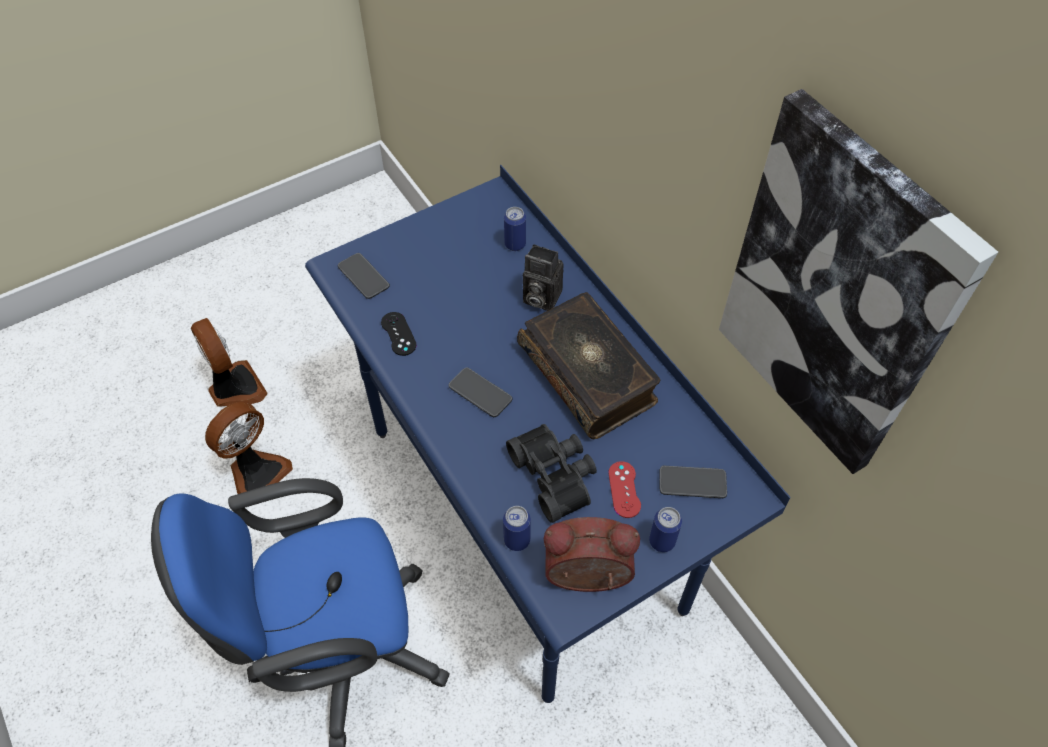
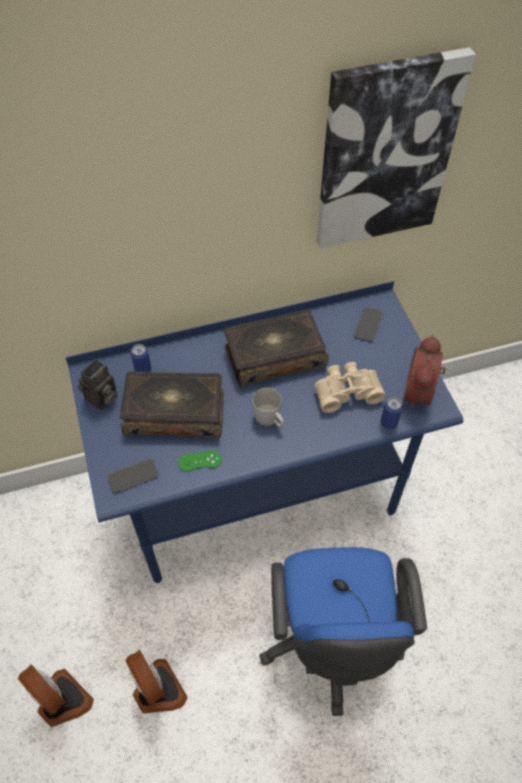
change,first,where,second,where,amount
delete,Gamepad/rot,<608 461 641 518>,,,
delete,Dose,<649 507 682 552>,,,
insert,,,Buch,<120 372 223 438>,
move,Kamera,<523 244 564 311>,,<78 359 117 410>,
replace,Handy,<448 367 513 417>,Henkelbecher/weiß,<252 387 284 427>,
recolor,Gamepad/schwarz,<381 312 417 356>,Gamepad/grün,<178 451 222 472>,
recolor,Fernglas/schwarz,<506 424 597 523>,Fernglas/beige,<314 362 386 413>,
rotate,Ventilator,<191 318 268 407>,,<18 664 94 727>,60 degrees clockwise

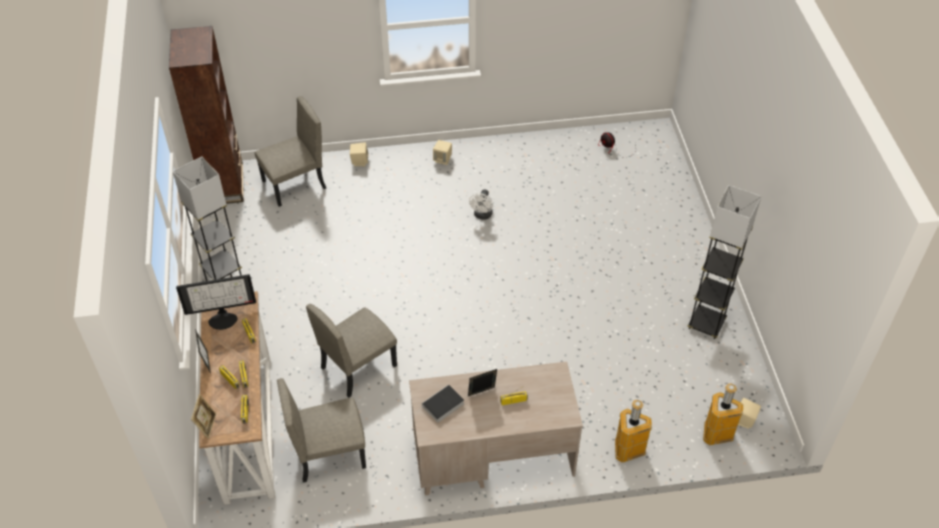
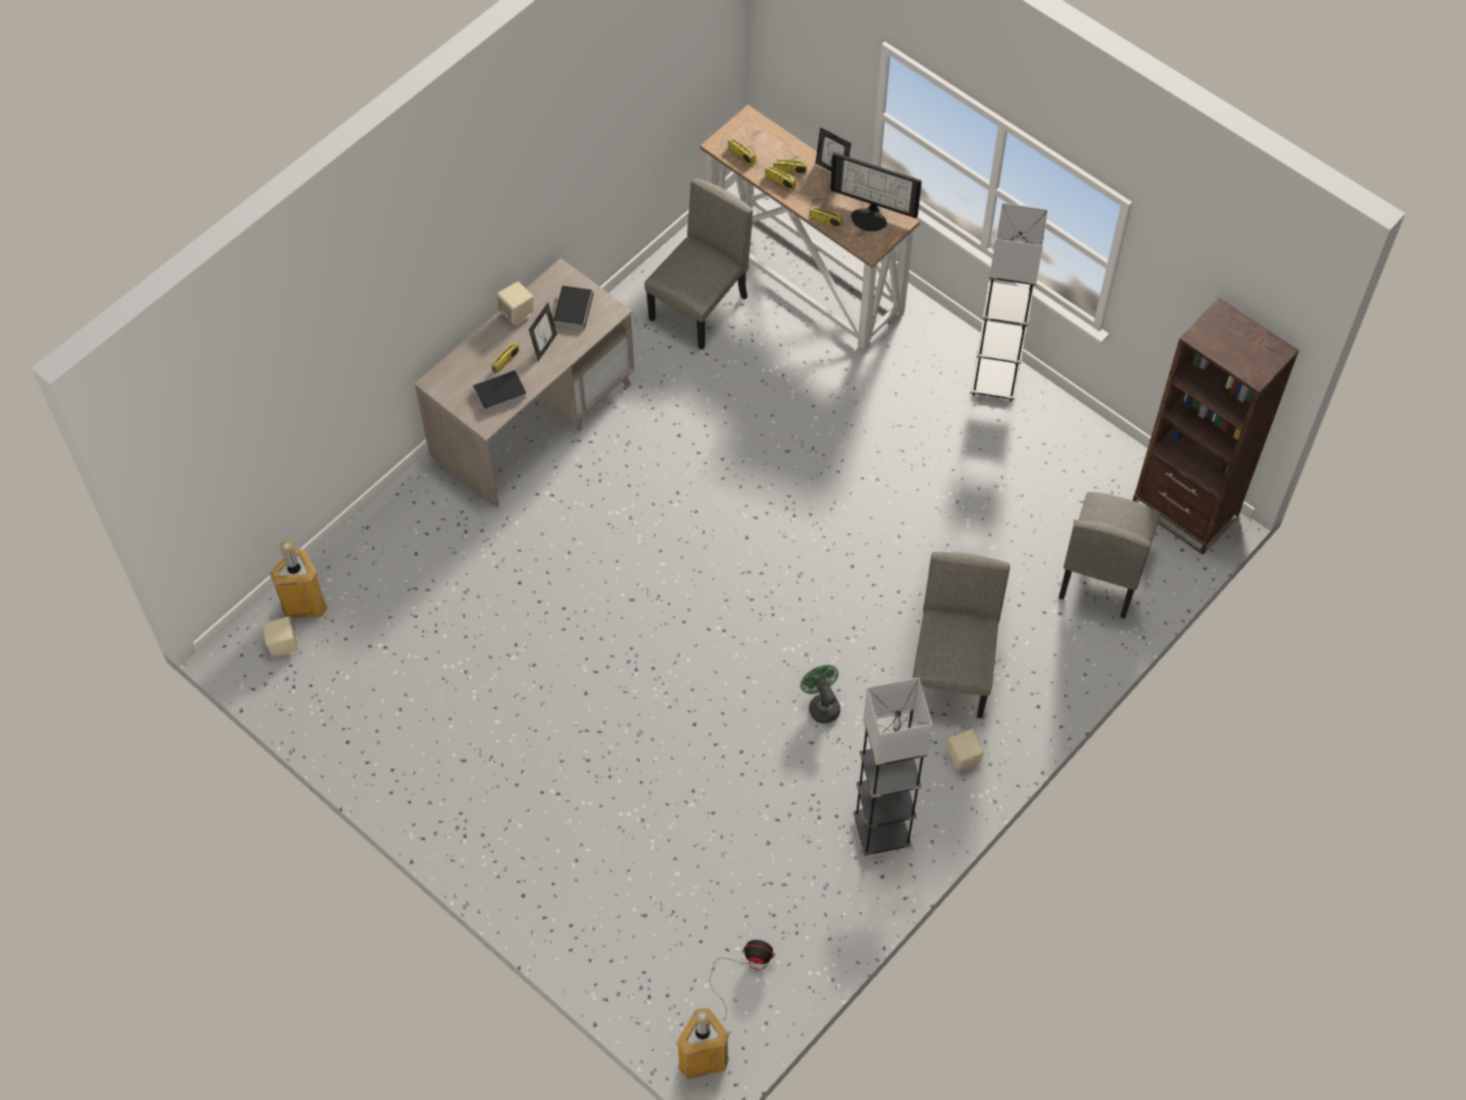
change,first,where,second,where,amount
delete,Bilderrahmen,<191 394 216 439>,,,
insert,,,Buch,<468 370 527 414>,
move,Stuhl/beige,<306 304 397 398>,,<912 552 1010 718>,
move,Lautsprecher/beige,<350 143 368 166>,,<497 282 534 326>,
move,Mülleimer,<615 400 652 463>,,<676 1008 729 1080>,
move,Stehlampe/grau,<687 185 762 339>,,<853 677 932 856>,
recolor,Ventilator/weiß,<469 189 493 219>,Ventilator/grün,<800 665 840 723>,
rotate,Monitor,<176 274 256 330>,,<830 152 922 231>,105 degrees counterclockwise

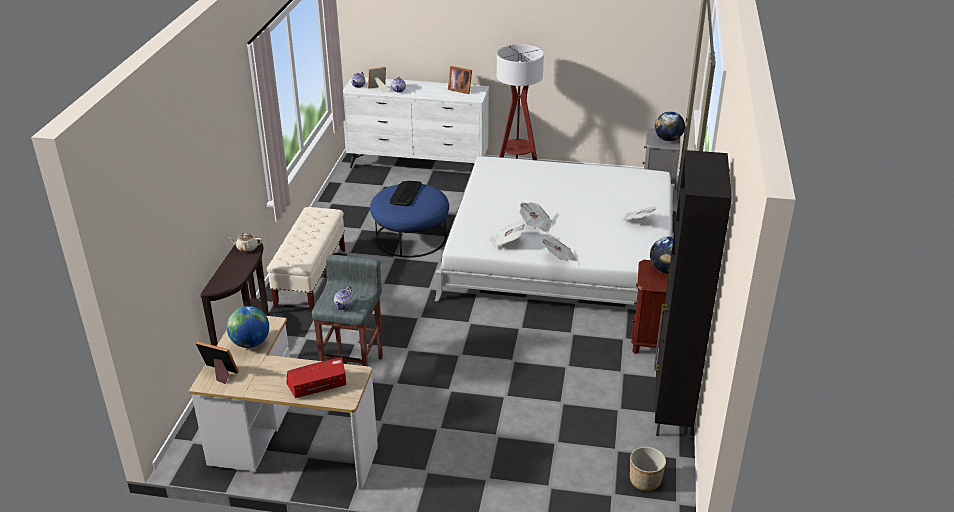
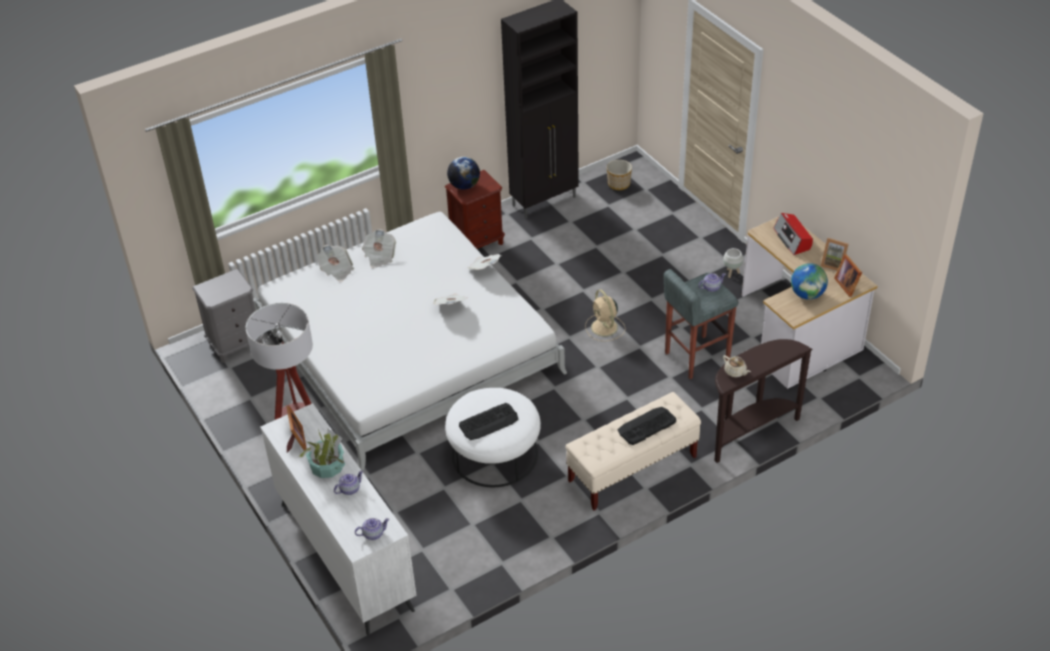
change,first,where,second,where,amount
delete,Globus,<655 111 685 141>,,,
insert,,,Topfpflanze,<297 429 345 478>,
insert,,,Ventilator/beige,<585 289 625 341>,
insert,,,Tastatur,<618 407 676 445>,
insert,,,Pflanzkübel/weiß,<723 248 743 278>,
move,Bilderrahmen,<368 67 388 93>,,<821 238 849 271>,
move,Zeitung,<490 222 526 247>,,<317 245 354 282>,
recolor,Polsterhocker/blau,<370 184 449 258>,Polsterhocker/weiß,<445 388 541 487>,
rotate,Radio,<286 357 346 398>,,<773 213 813 255>,45 degrees clockwise

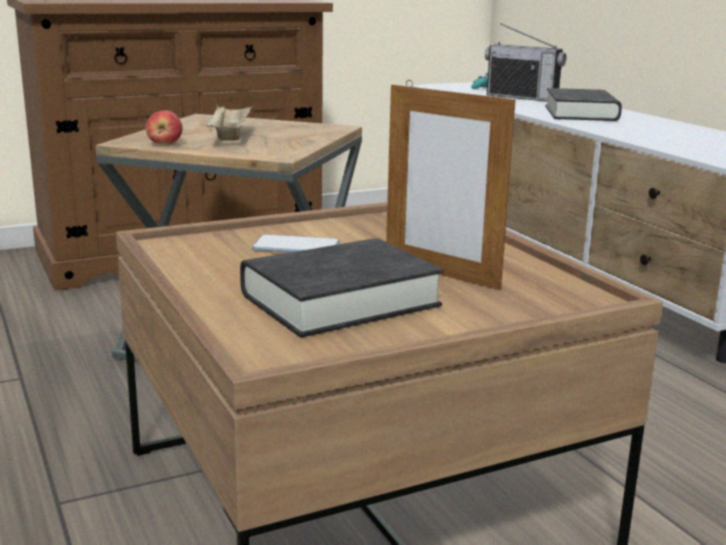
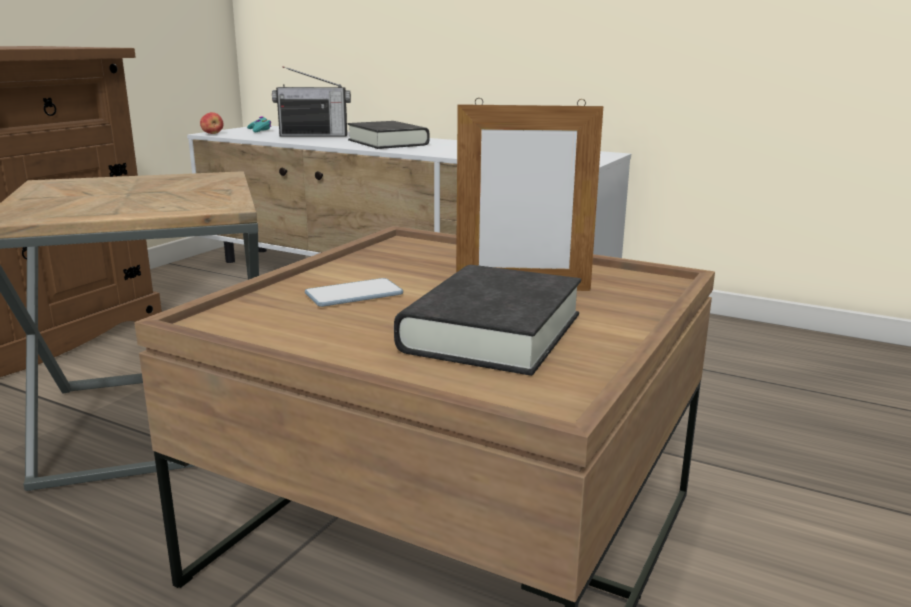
change,first,where,second,where,amount
delete,Tablett/beige,<206 104 253 141>,,,
move,Apfel,<146 110 183 145>,,<200 112 223 134>,

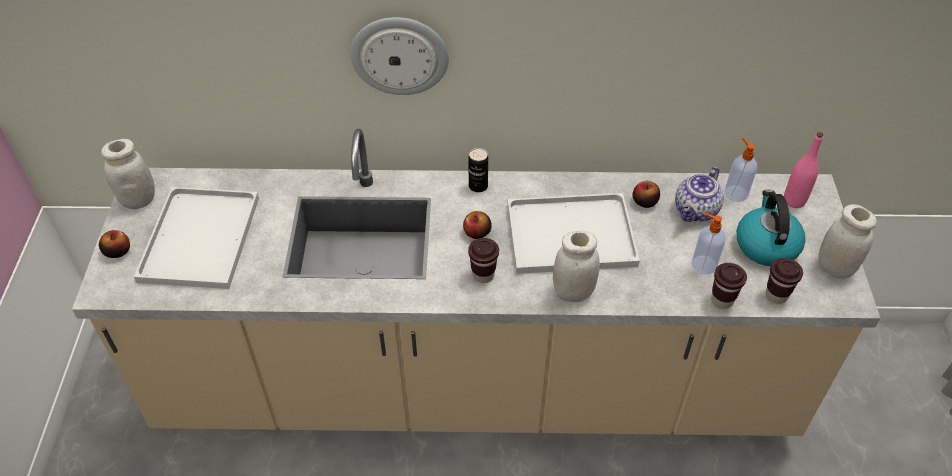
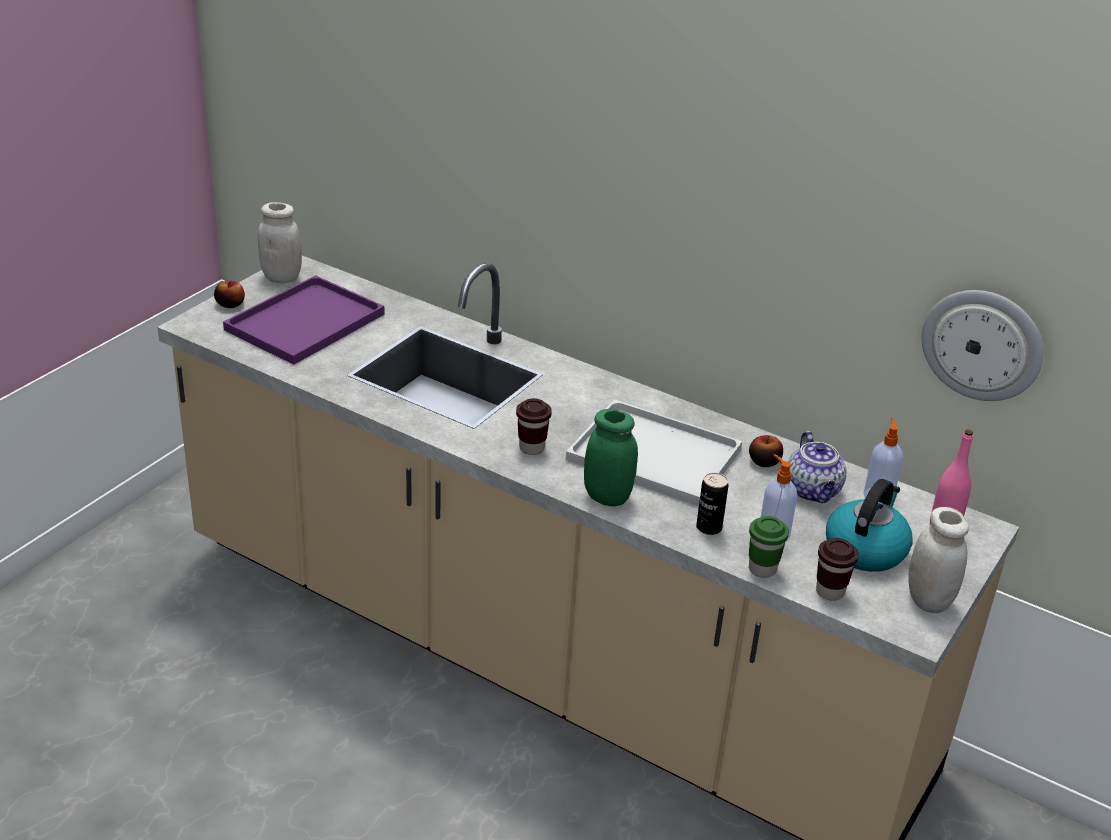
change,first,where,second,where,amount
delete,Apfel,<463 211 492 239>,,,
move,Wanduhr,<350 17 449 95>,,<922 290 1043 401>,
move,Dose,<468 148 488 192>,,<696 472 729 535>,
recolor,Tablett/weiß,<134 187 259 289>,Tablett/lila,<223 275 385 365>,
recolor,Vorratsglas/weiß,<553 231 600 302>,Vorratsglas/grün,<584 409 638 506>,
recolor,Tasse/braun,<711 263 747 309>,Tasse/grün,<749 516 789 578>,
rotate,Teekanne,<675 166 724 222>,,<788 431 846 503>,75 degrees counterclockwise

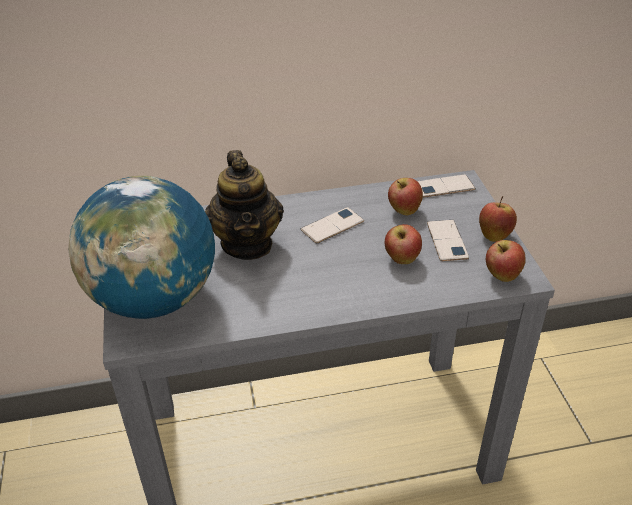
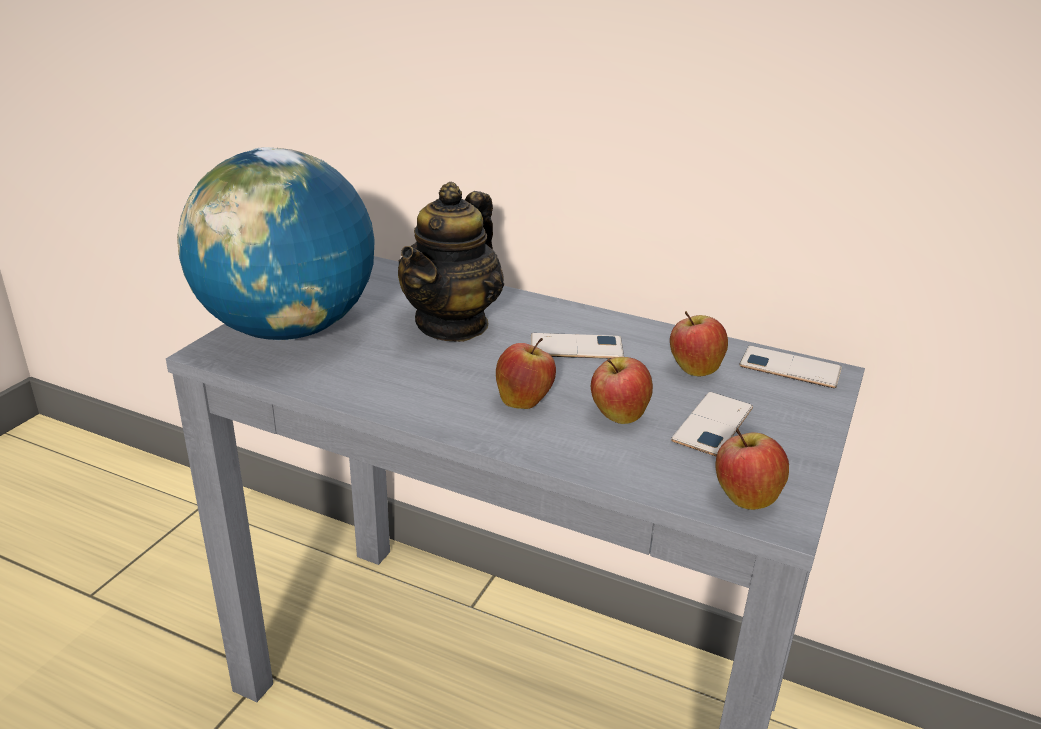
change,first,where,second,where,amount
move,Apfel,<479 196 517 242>,,<496 338 556 409>,

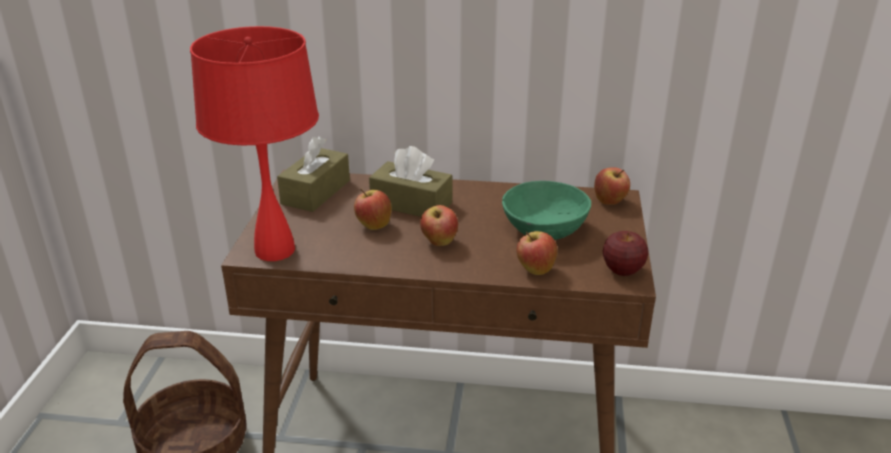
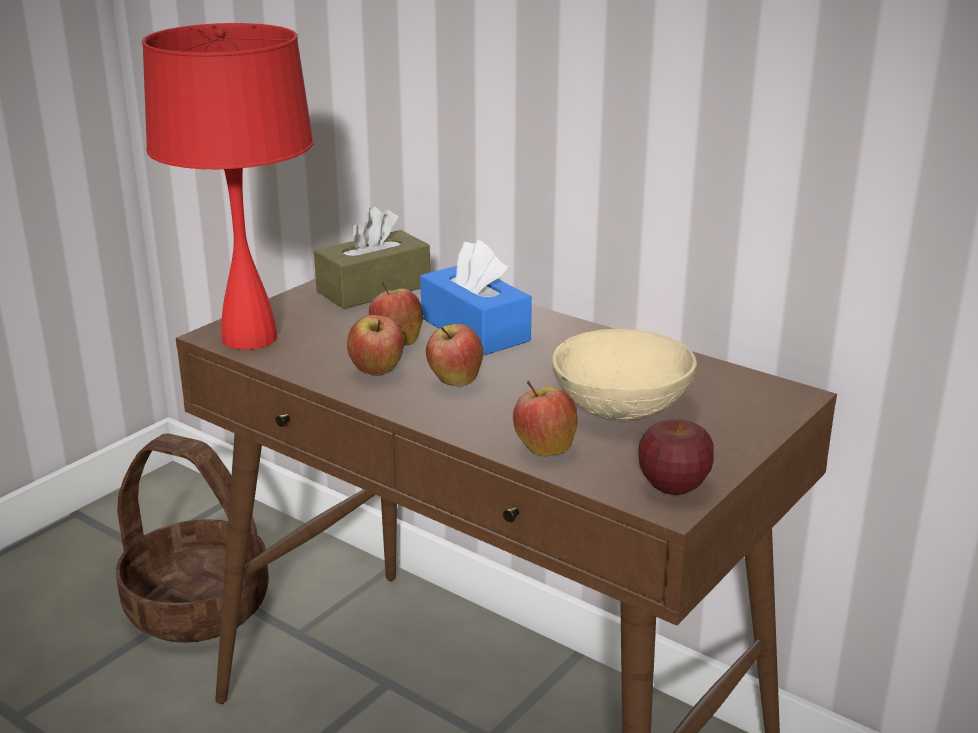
change,first,where,second,where,amount
move,Apfel,<594 167 630 205>,,<347 315 404 376>,
recolor,Taschentuchbox/braun,<369 146 452 217>,Taschentuchbox/blau,<420 240 532 356>,
recolor,Schüssel/grün,<502 181 591 240>,Schüssel/beige,<552 329 697 420>,

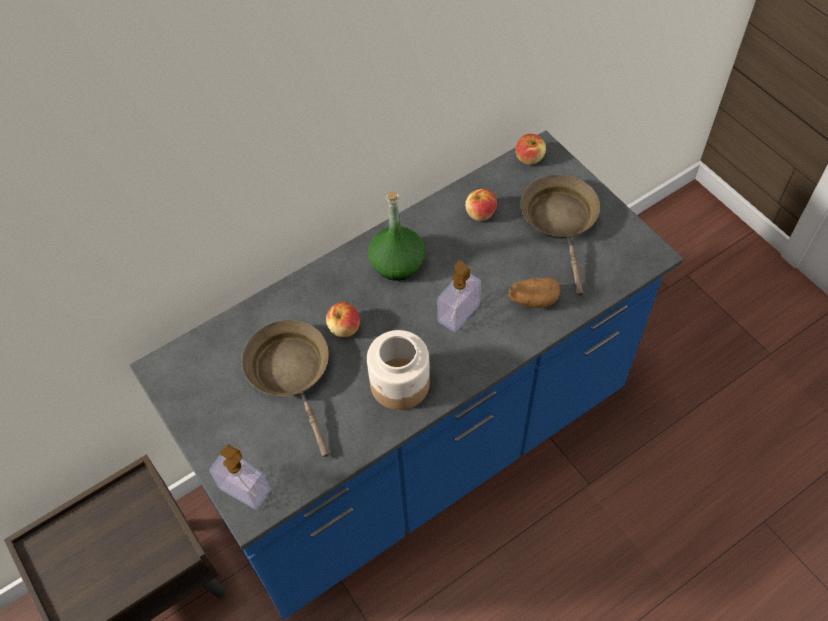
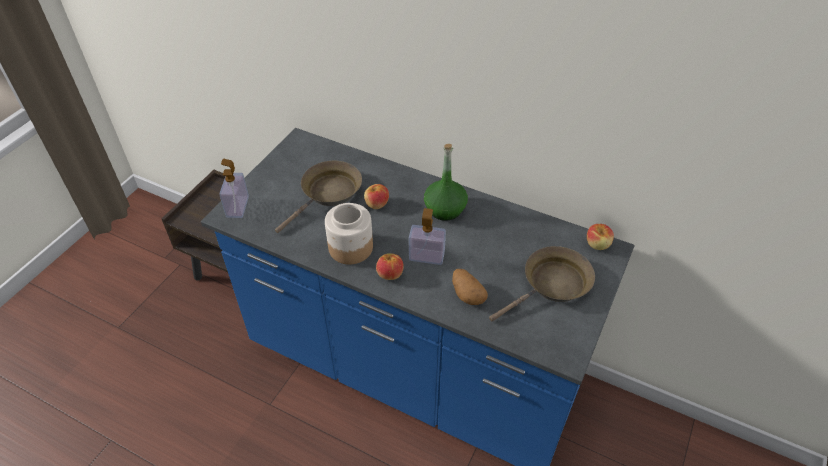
change,first,where,second,where,amount
move,Apfel,<465 189 497 221>,,<376 253 404 280>,

